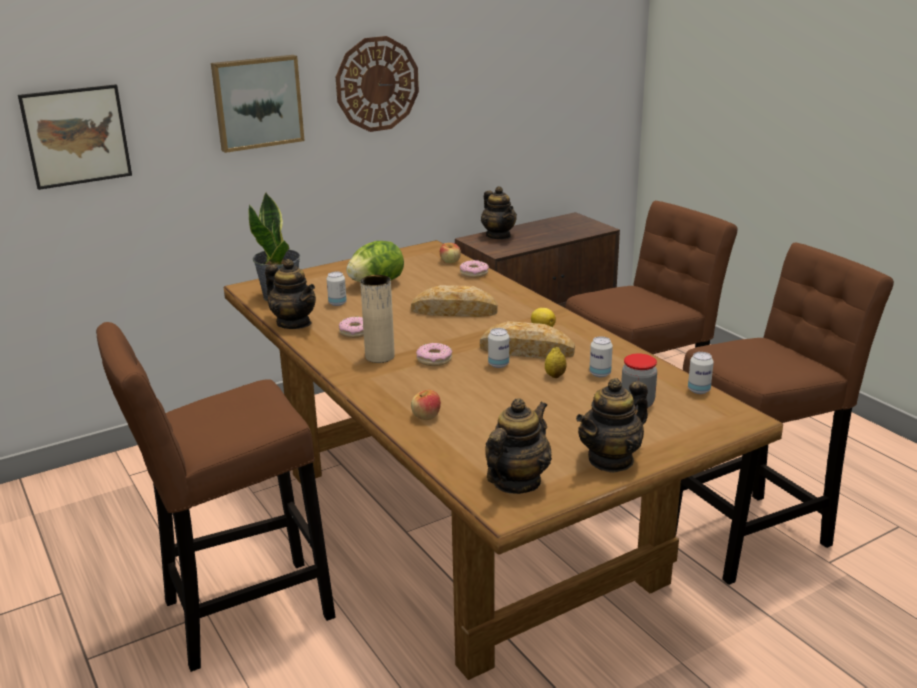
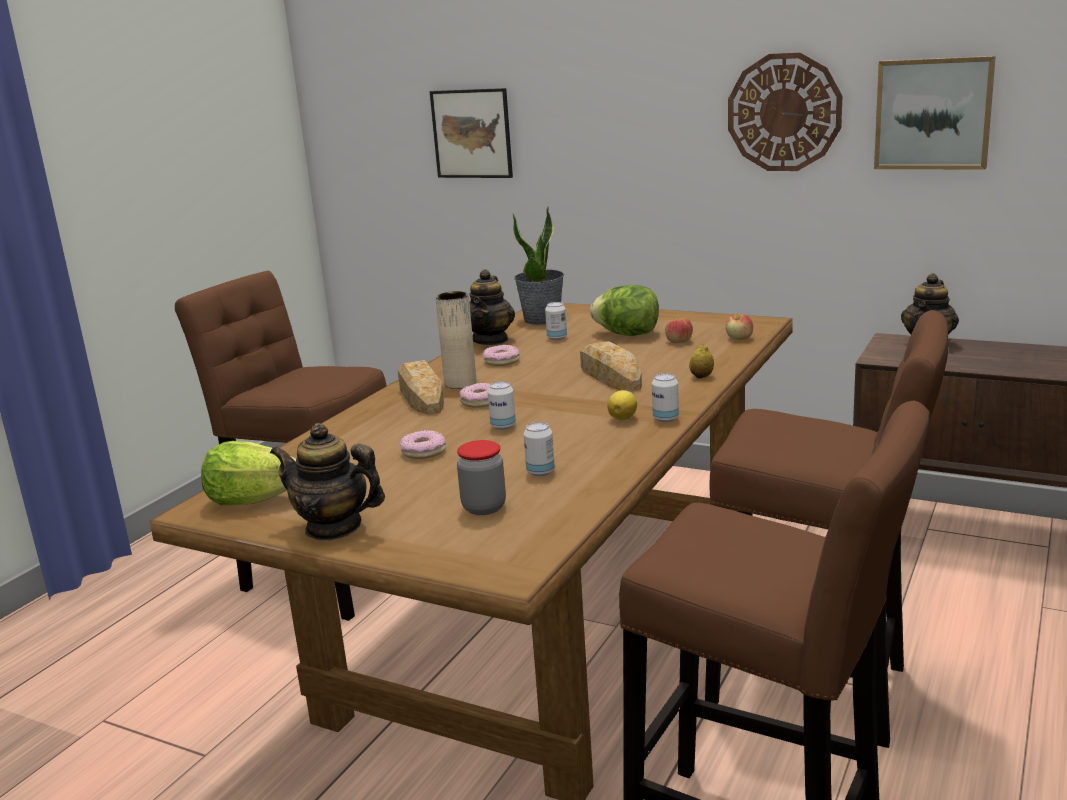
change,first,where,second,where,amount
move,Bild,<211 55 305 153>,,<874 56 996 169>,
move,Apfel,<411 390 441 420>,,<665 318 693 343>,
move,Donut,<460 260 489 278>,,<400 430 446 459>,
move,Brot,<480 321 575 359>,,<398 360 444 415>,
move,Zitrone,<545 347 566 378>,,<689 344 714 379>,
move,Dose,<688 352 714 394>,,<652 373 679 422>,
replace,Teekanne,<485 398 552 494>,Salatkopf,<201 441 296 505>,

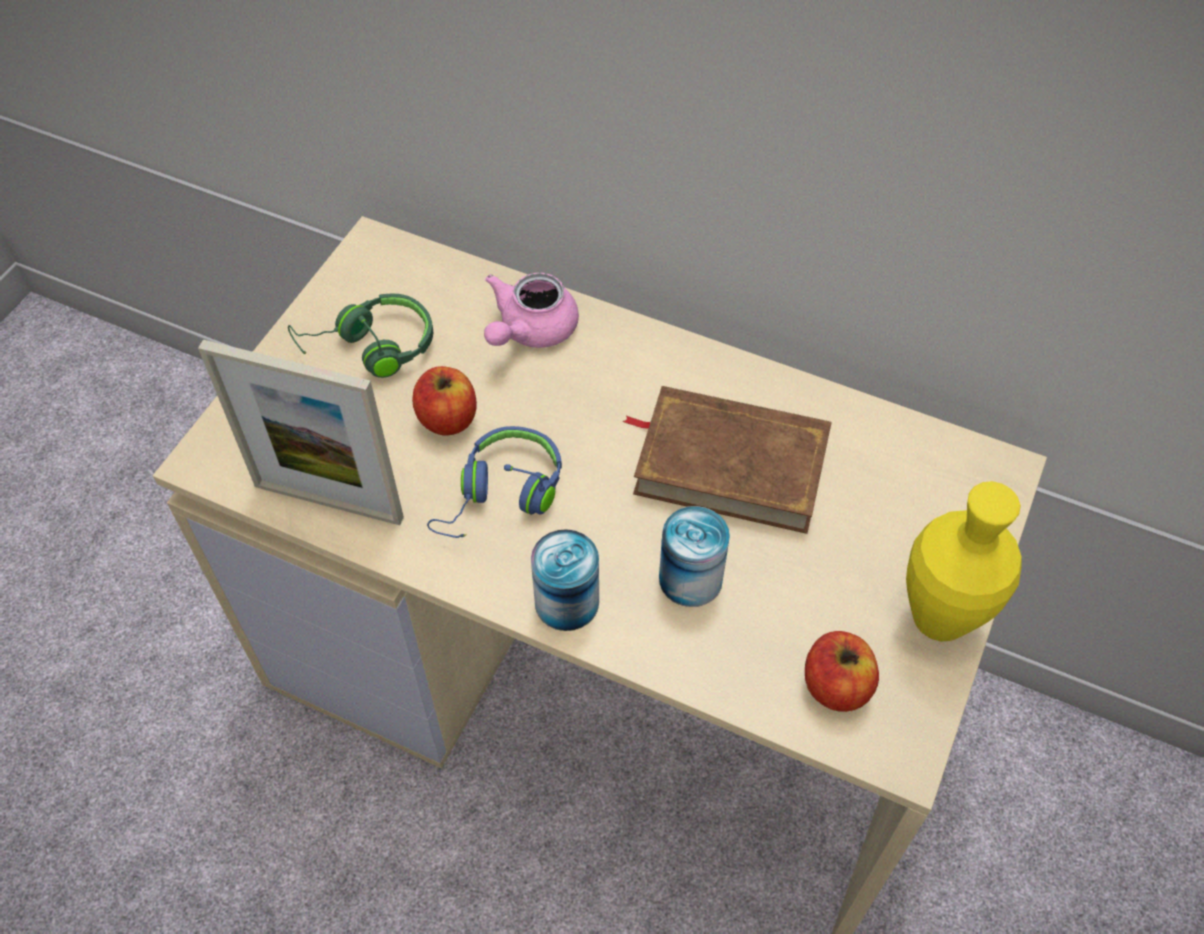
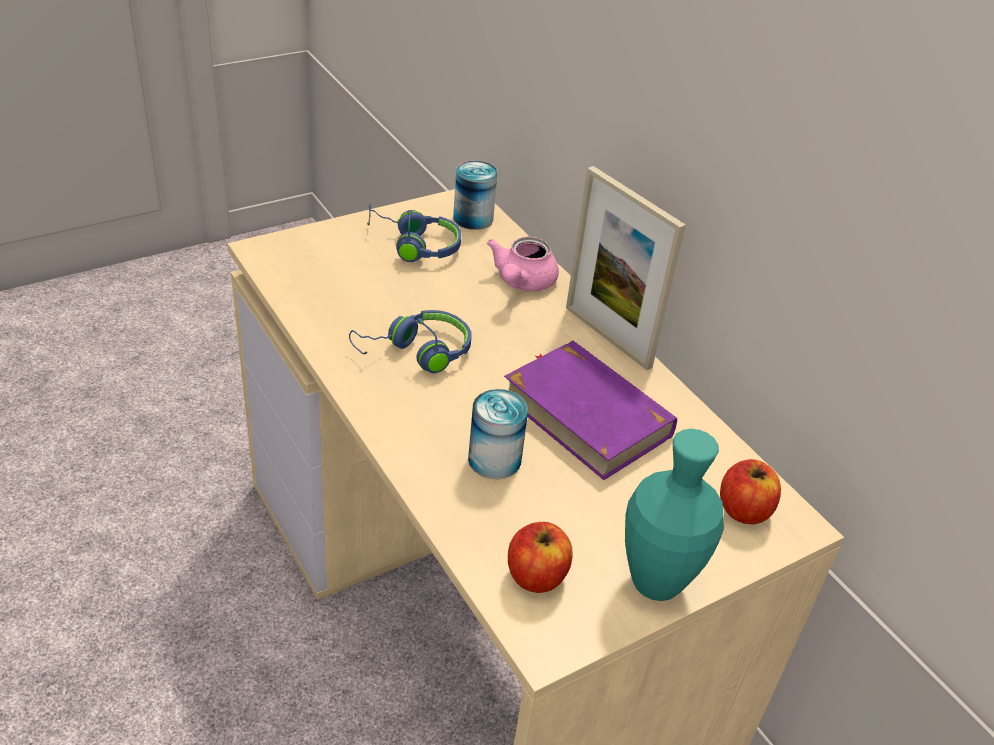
change,first,where,second,where,amount
move,Bilderrahmen,<198 340 404 525>,,<566 166 686 370>,
move,Apfel,<412 366 477 436>,,<720 459 781 525>,
move,Dose,<531 529 599 631>,,<453 161 498 230>,
recolor,Kopfhörer/grün,<288 293 434 378>,Kopfhörer/blau,<367 203 461 262>,
recolor,Buch/braun,<623 386 832 534>,Buch/lila,<504 341 677 480>,
recolor,Vase/gelb,<906 481 1022 642>,Vase/türkis,<625 429 724 601>,
rotate,Teekanne/rosa,<484 273 579 348>,,<487 237 559 291>,45 degrees counterclockwise

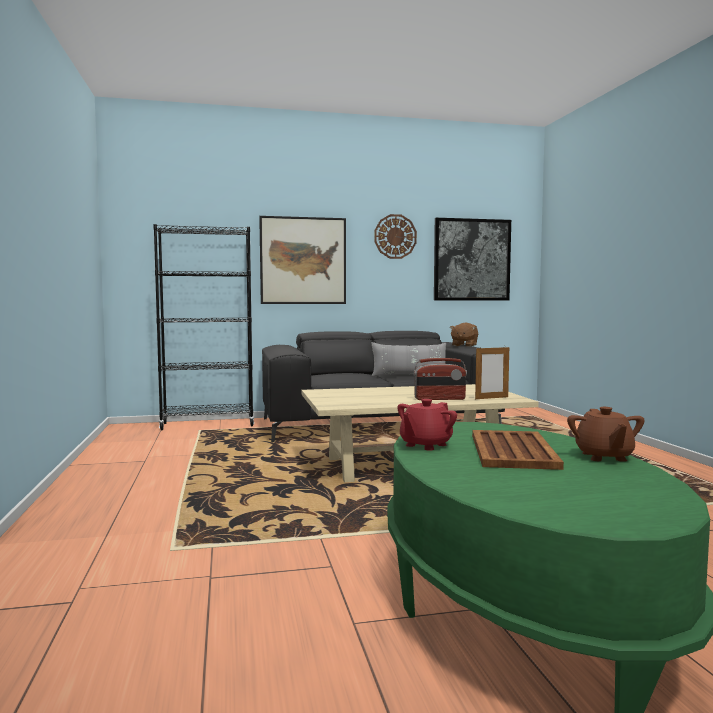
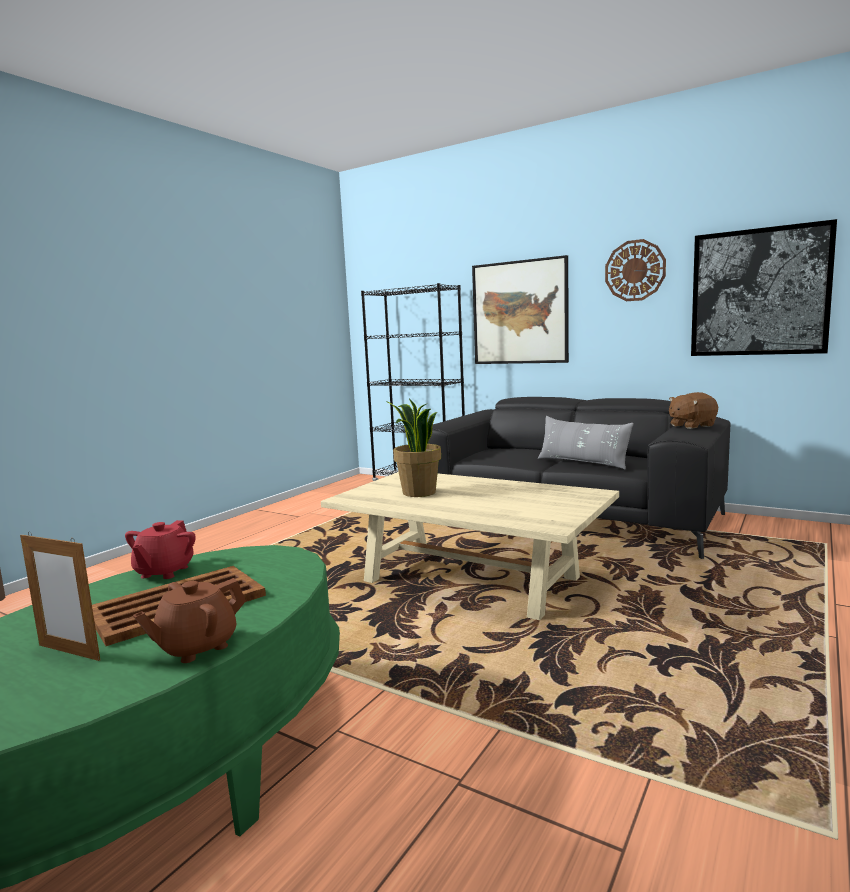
change,first,where,second,where,amount
delete,Radio,<413 358 467 400>,,,
insert,,,Topfpflanze,<386 399 441 497>,
move,Bilderrahmen,<475 346 509 399>,,<20 532 100 661>,
rotate,Teekanne/rot,<397 399 457 451>,,<125 520 196 579>,75 degrees counterclockwise

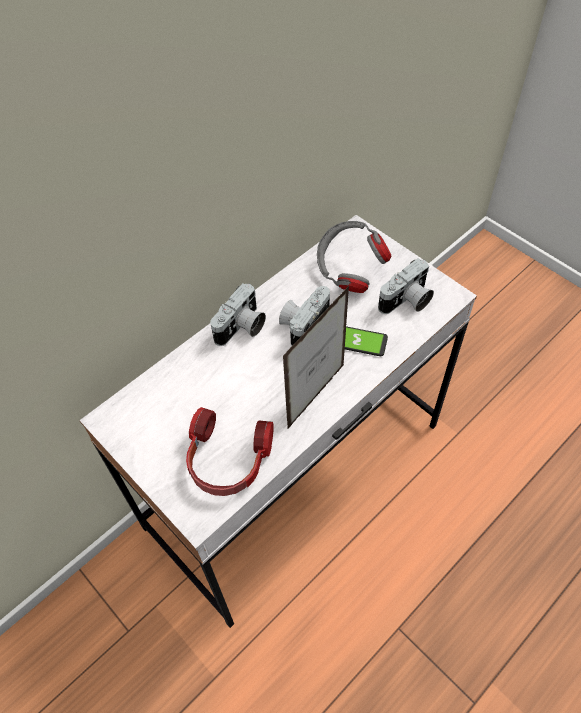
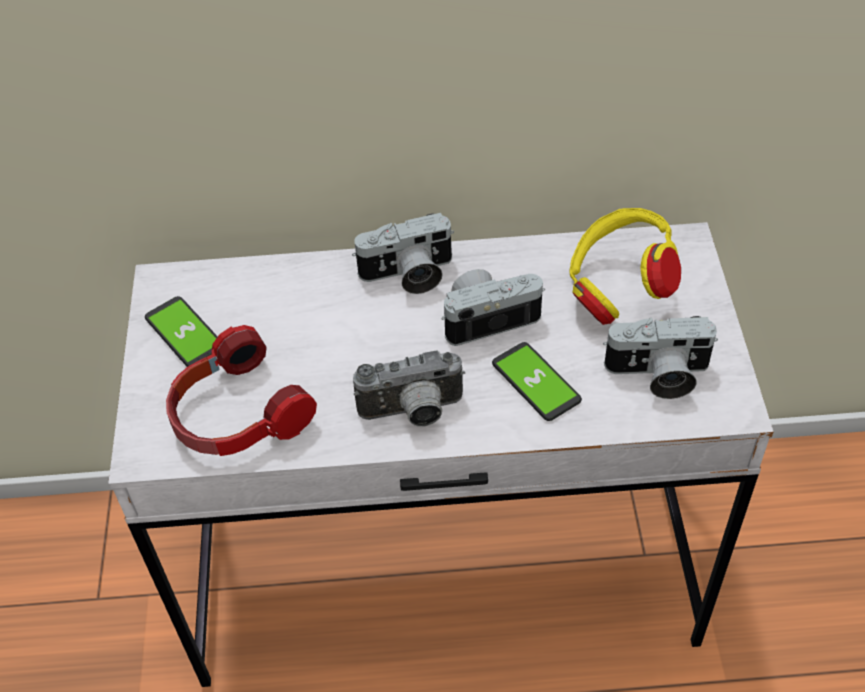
change,first,where,second,where,amount
insert,,,Handy,<145 296 218 367>,
replace,Bilderrahmen,<283 286 349 429>,Kamera,<353 351 465 426>,
recolor,Kopfhörer/grau,<317 221 391 293>,Kopfhörer/gelb,<569 208 681 325>,

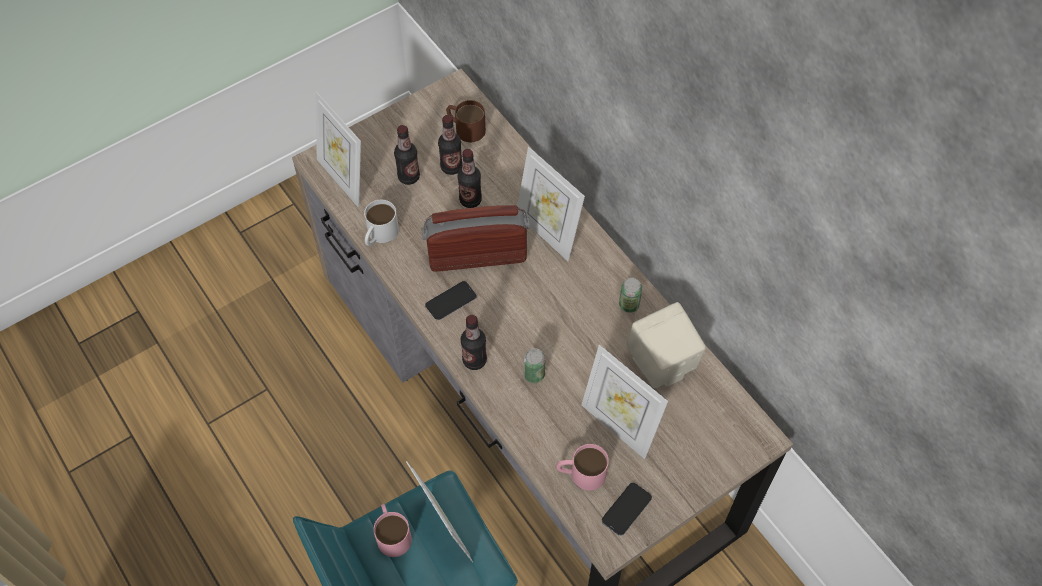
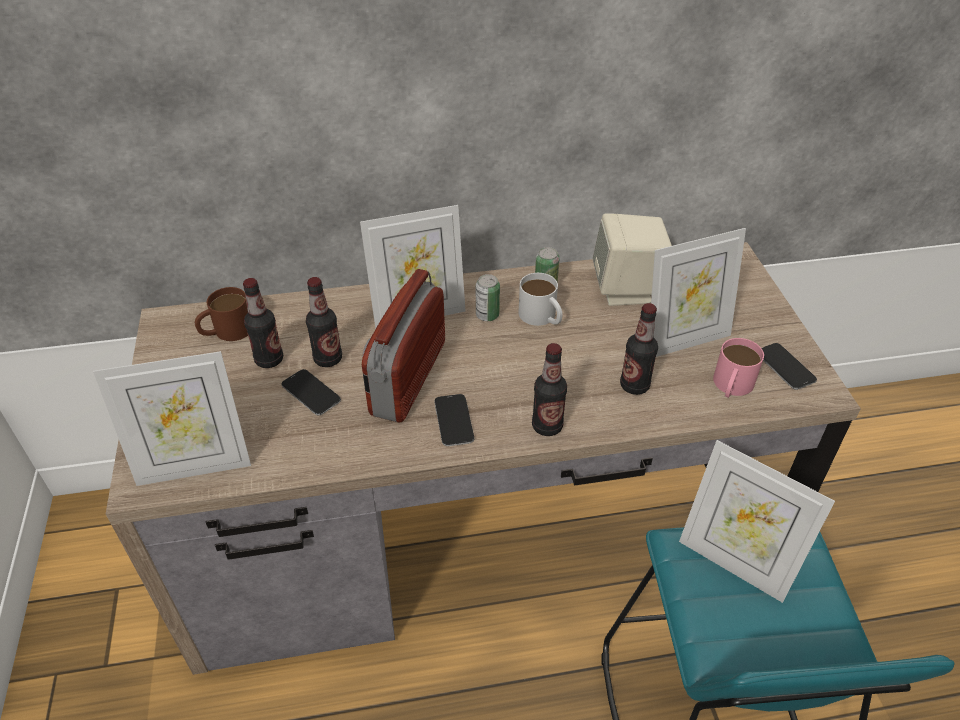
change,first,where,second,where,amount
delete,Henkelbecher/rosa,<374 504 412 557>,,,
insert,,,Handy,<281 369 341 415>,
move,Henkelbecher/weiß,<364 200 399 246>,,<519 273 562 326>,
move,Flasche,<394 125 420 185>,,<620 303 658 395>,
move,Dose,<524 348 546 383>,,<476 274 500 321>,
rotate,Bilderrahmen,<406 461 473 563>,,<679 440 835 603>,135 degrees counterclockwise

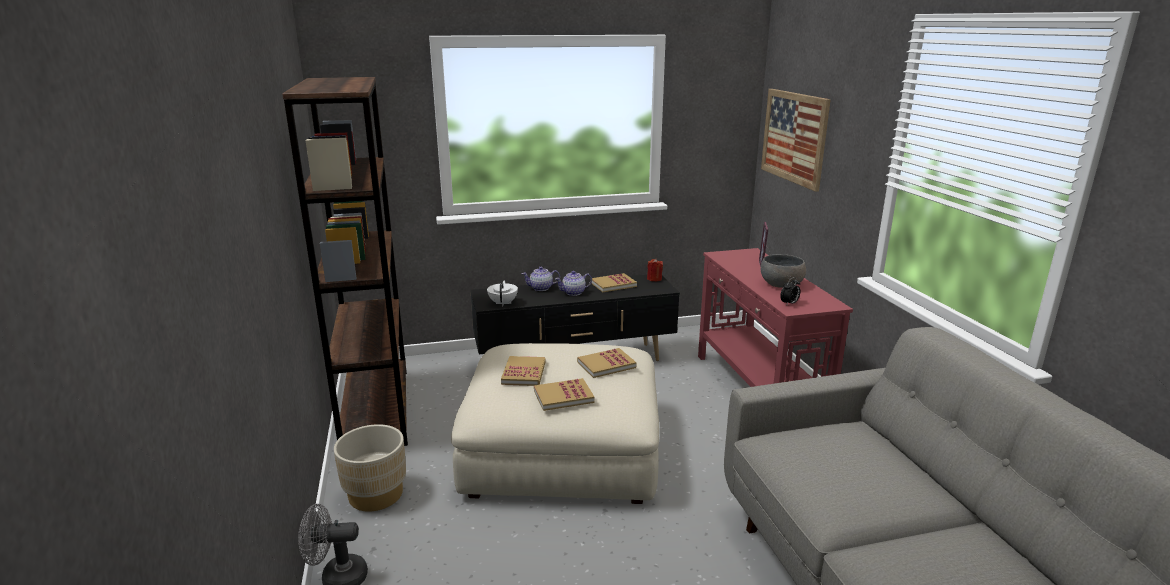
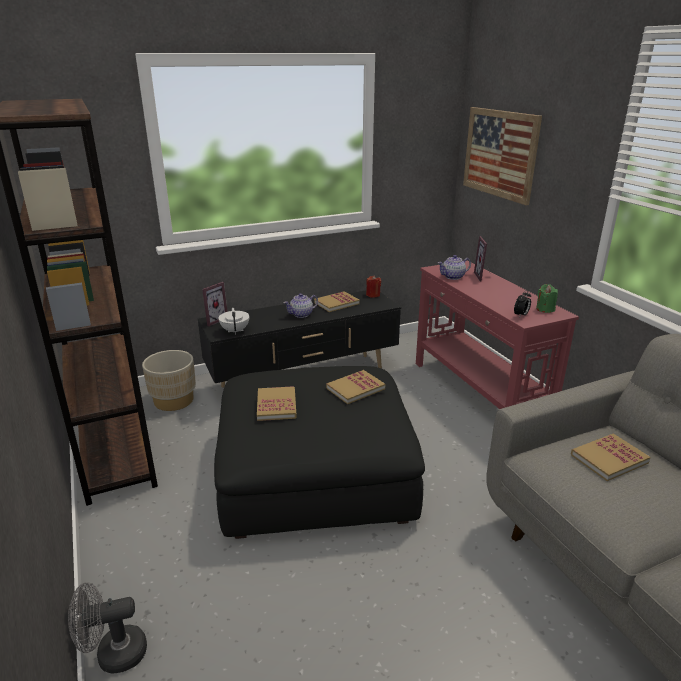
change,first,where,second,where,amount
delete,Schüssel/grau,<761 254 806 288>,,,
insert,,,Bilderrahmen,<202 282 228 327>,
insert,,,Kerze/grün,<536 284 558 313>,
move,Pflanzkübel/beige,<334 424 406 512>,,<142 350 196 411>,
move,Teekanne,<522 267 560 291>,,<438 255 471 280>,
move,Buch,<534 378 595 411>,,<571 434 651 481>,
recolor,Polsterhocker/beige,<451 343 659 504>,Polsterhocker/schwarz,<214 366 425 539>,

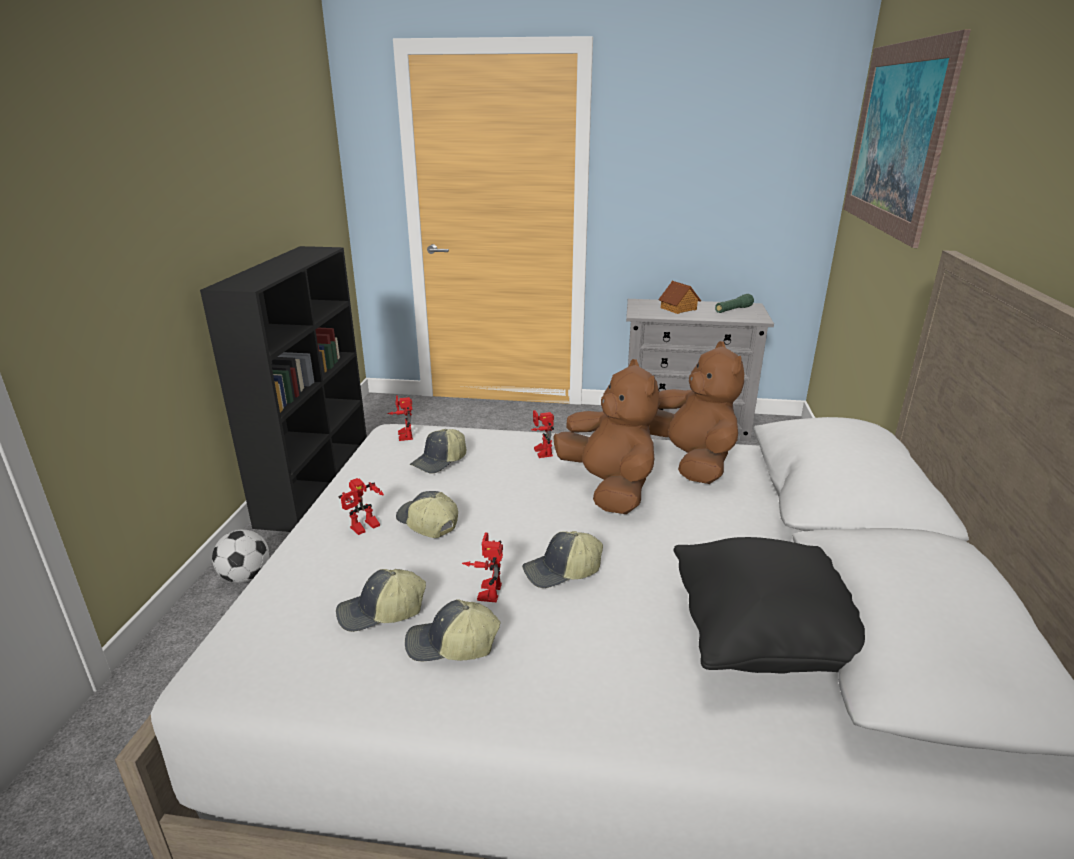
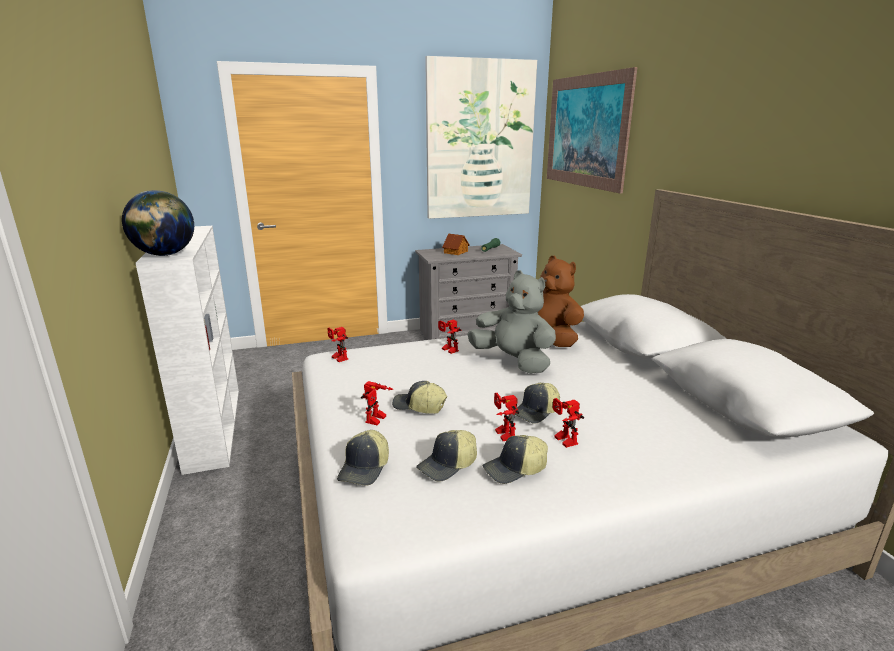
change,first,where,second,where,amount
delete,Fußball,<212 529 269 583>,,,
delete,Kissen/schwarz,<673 537 865 674>,,,
insert,,,Globus,<122 190 194 256>,
insert,,,Bild,<425 56 537 219>,
insert,,,Spielzeugroboter,<553 398 584 448>,
move,Kappe,<410 429 466 473>,,<337 430 389 485>,
recolor,Bücherregal/schwarz,<200 246 367 532>,Bücherregal/weiß,<136 226 239 475>,
recolor,Plüschtier/braun,<553 359 659 514>,Plüschtier/grau,<468 270 556 373>,

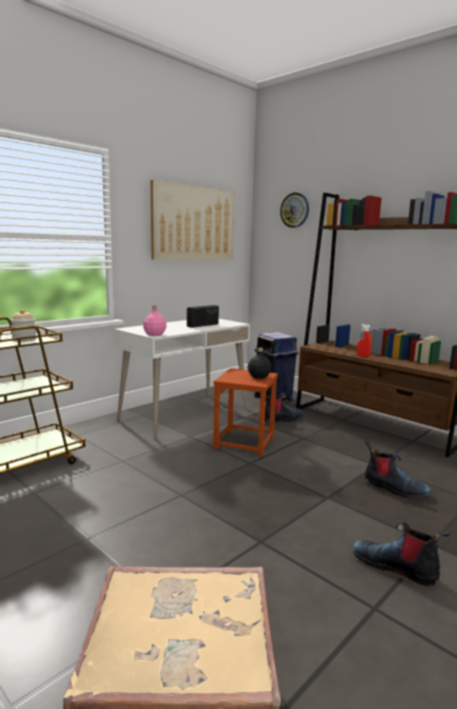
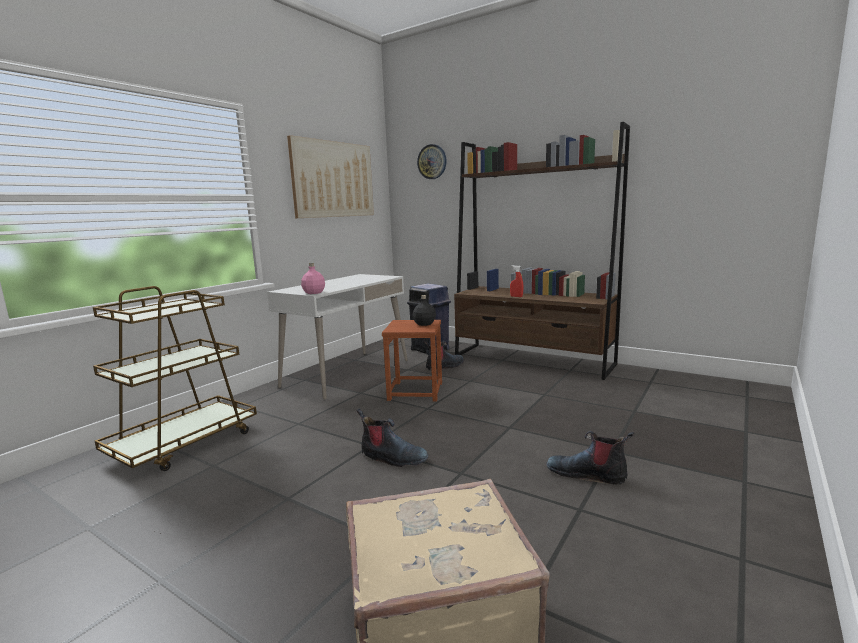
change,first,where,second,where,amount
delete,Vorratsglas,<10 309 36 342>,,,
delete,Radio,<187 305 219 328>,,,
move,Stiefel,<365 440 431 499>,,<356 408 428 467>,

